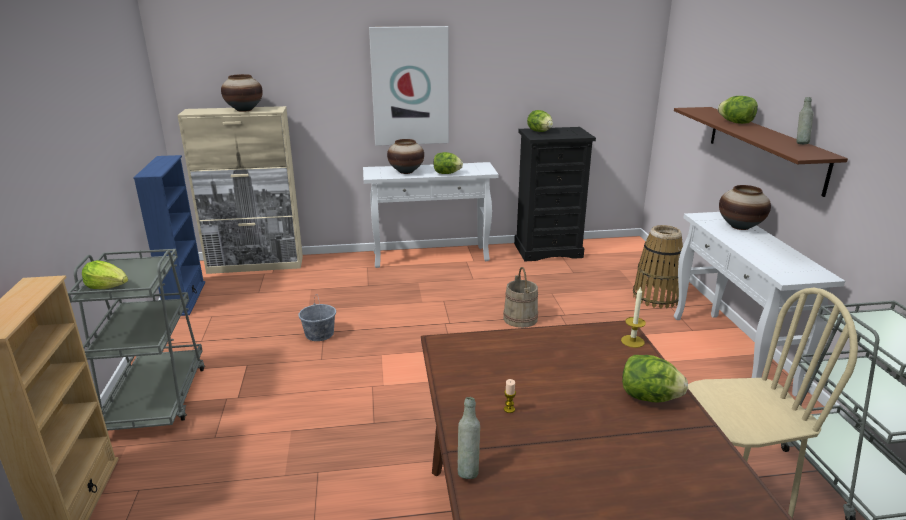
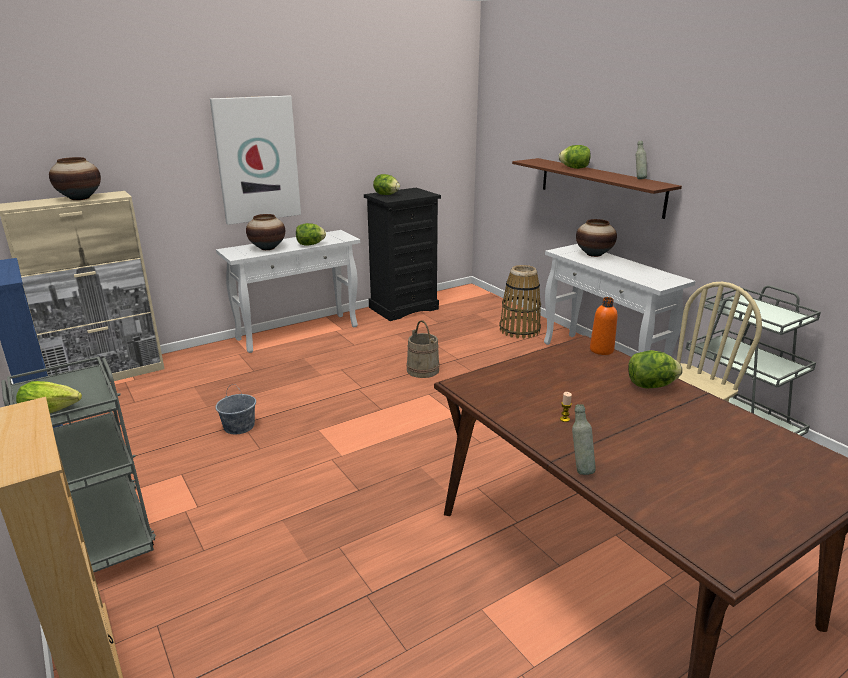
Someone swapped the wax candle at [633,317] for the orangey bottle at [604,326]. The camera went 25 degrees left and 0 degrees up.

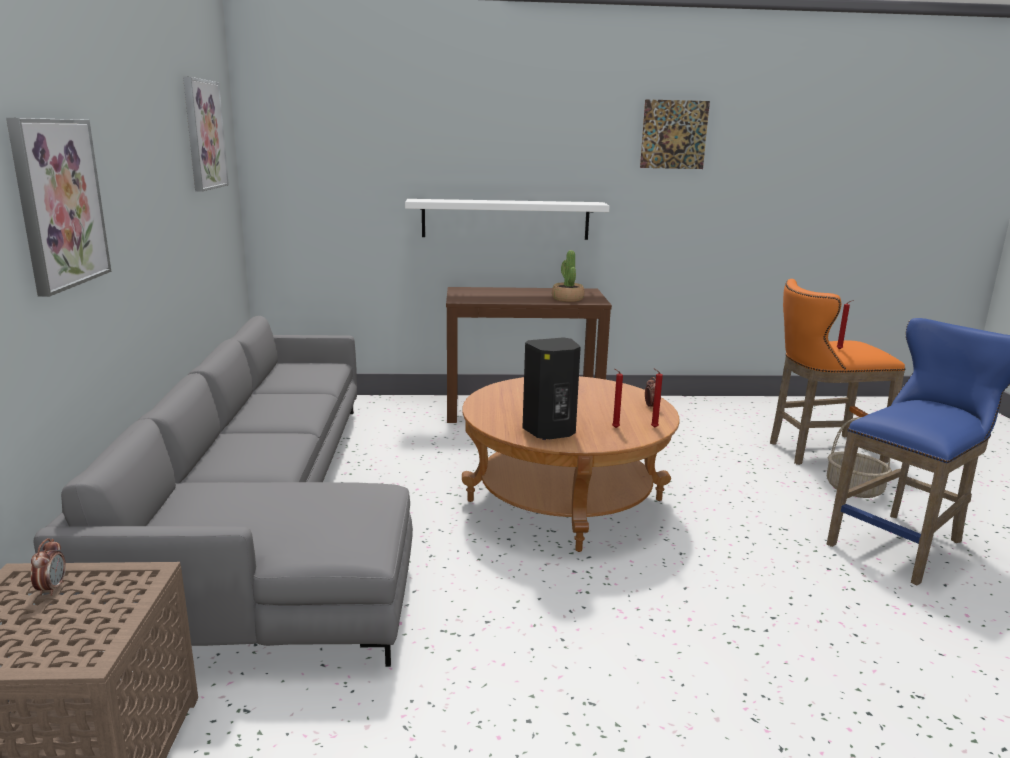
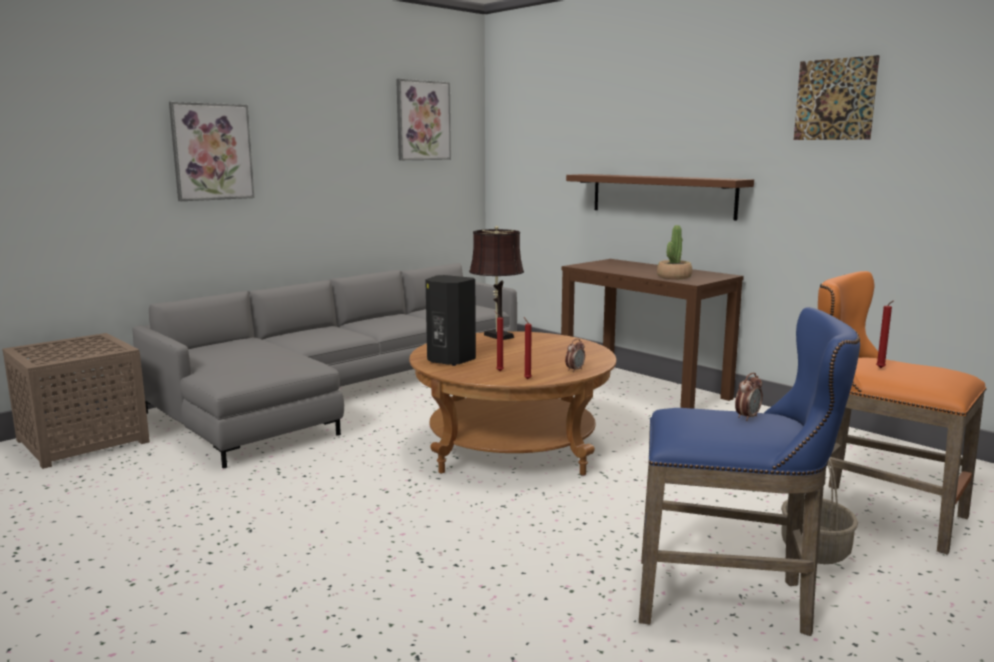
Someone put down the brown-coloured tabletop lamp at [496,283]. Someone repainted the whitish shelf at [507,219], which became the brown-coloured shelf at [660,197]. Someone carried the table clock from [48,567] to [749,397]. The camera went 50 degrees right and 5 degrees down.

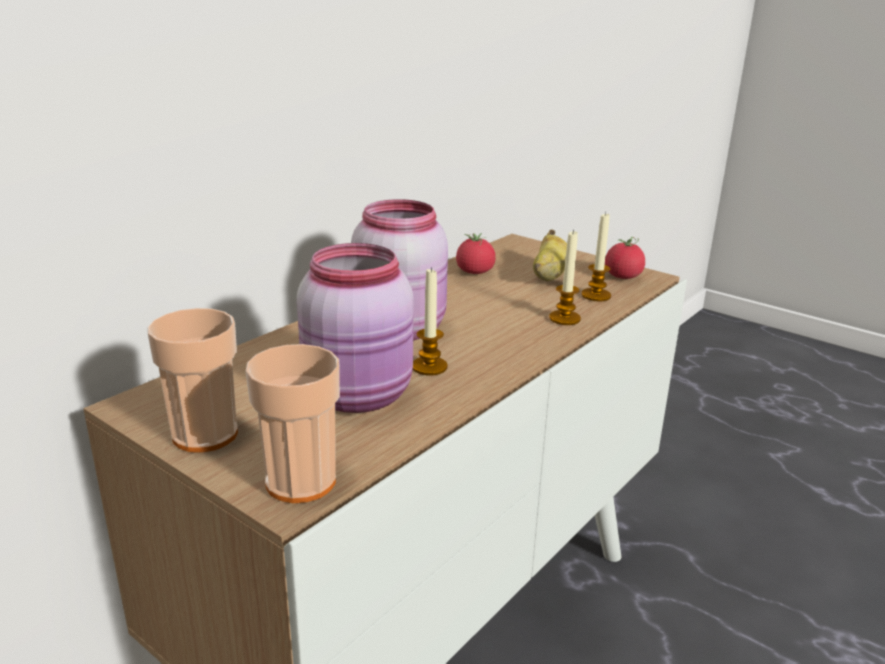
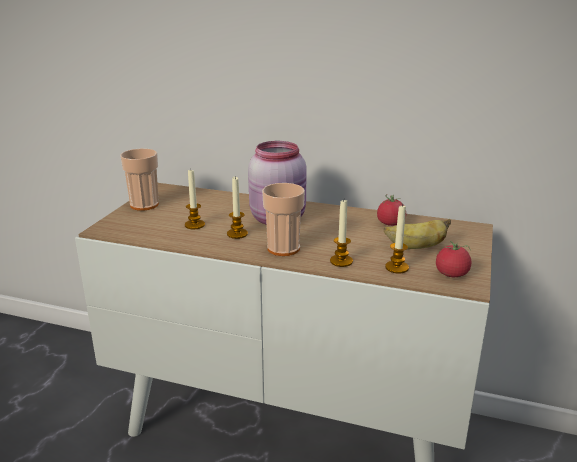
Someone swapped the pink jar at [355,328] for the wax candle at [195,199]. Someone carried the cup from [293,423] to [283,219]. The camera went 70 degrees right and 0 degrees up.

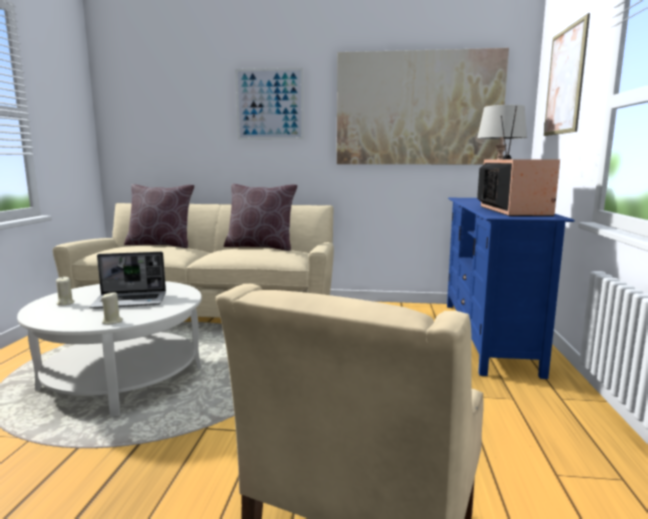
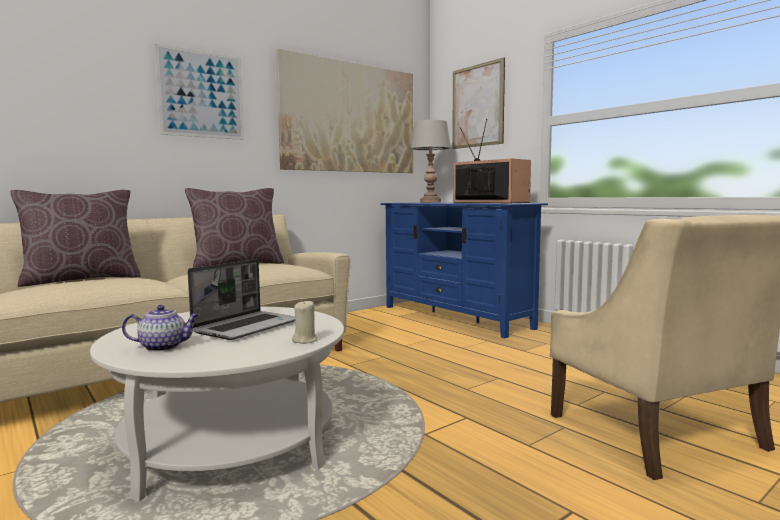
Someone swapped the sand-coloured wax candle at [65,291] for the tea pot at [161,328]. The camera went 45 degrees left and 5 degrees down.

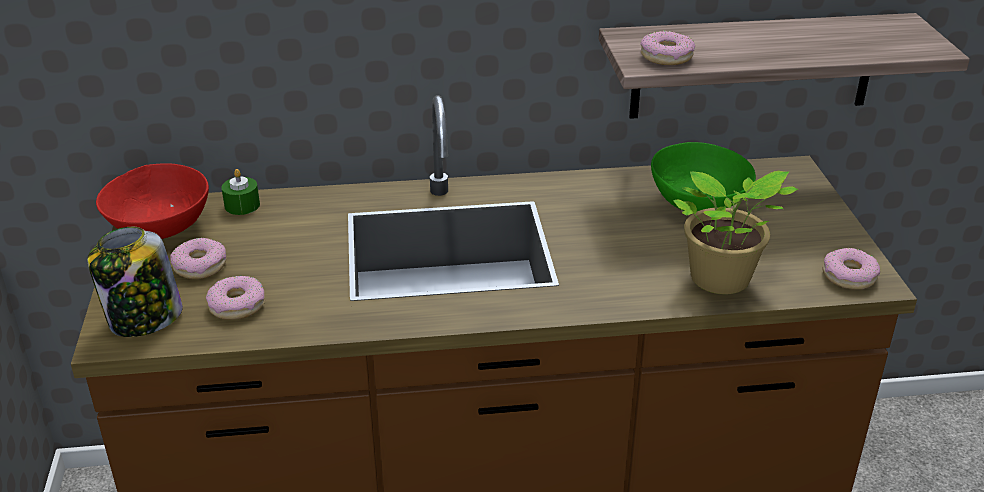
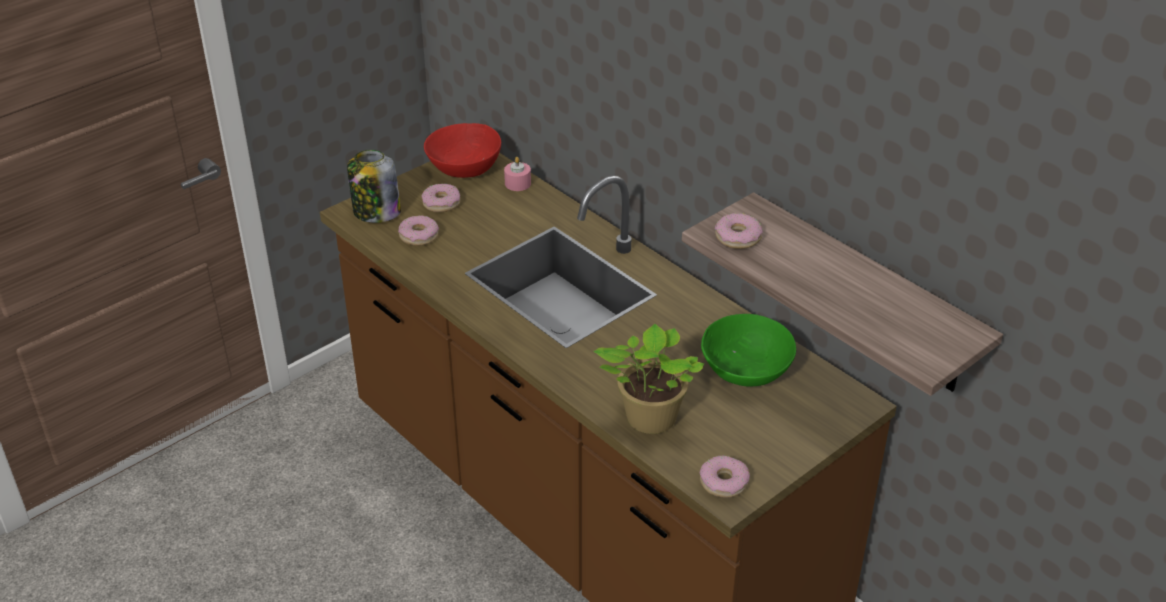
Someone repainted the green wax candle at [240,192], which became the pink wax candle at [517,174]. The camera went 55 degrees right and 5 degrees up.

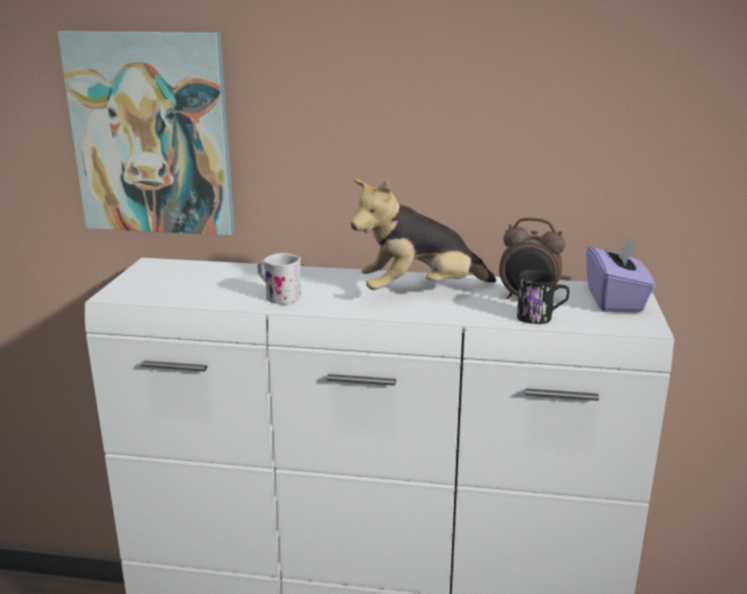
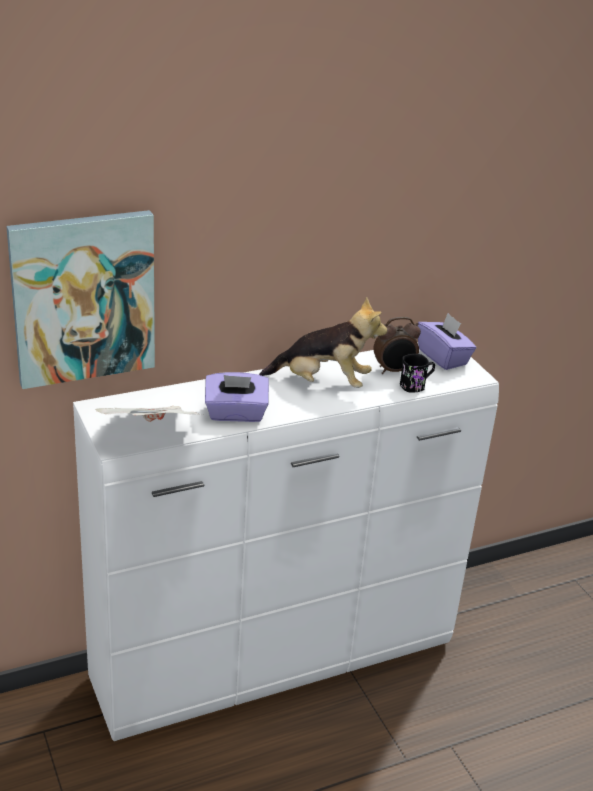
Someone put down the newspaper at [148,414]. Someone swapped the whitish mug at [279,278] for the purple-coloured tissue holder at [237,397]. Someone rotated the soft toy at [423,234] by 120 degrees counterclockwise. The camera went 35 degrees left and 10 degrees up.

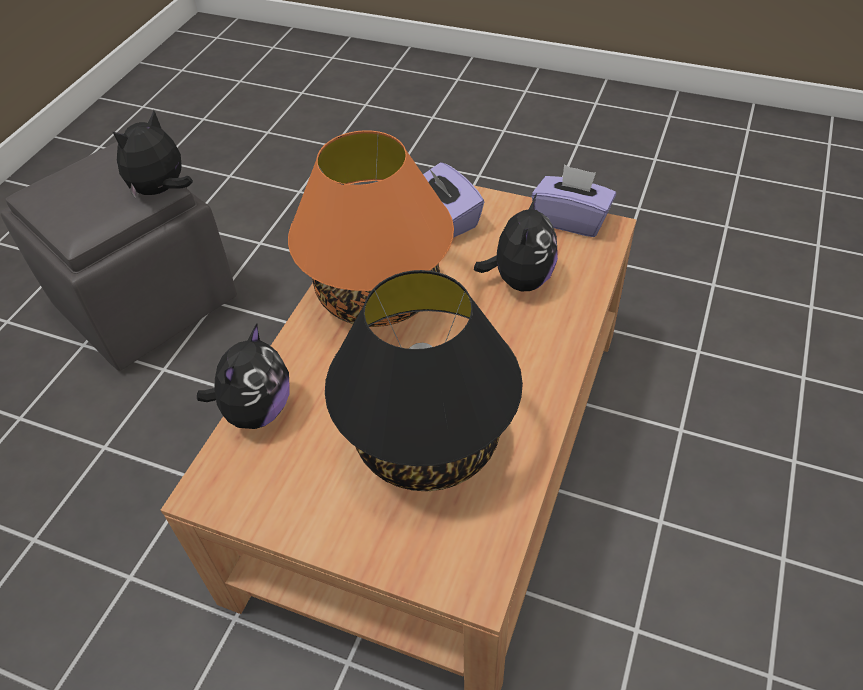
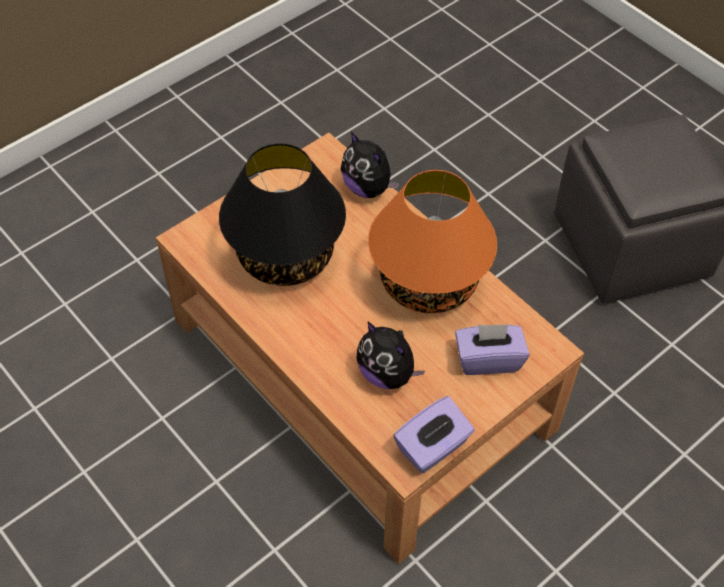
Someone took away the soft toy at [153,154]. The camera went 115 degrees right and 5 degrees up.

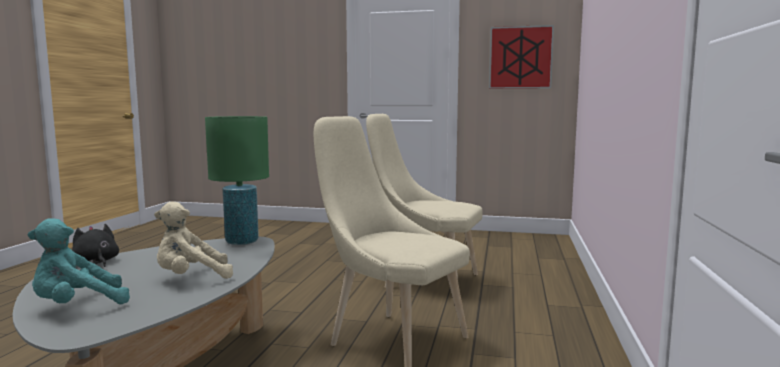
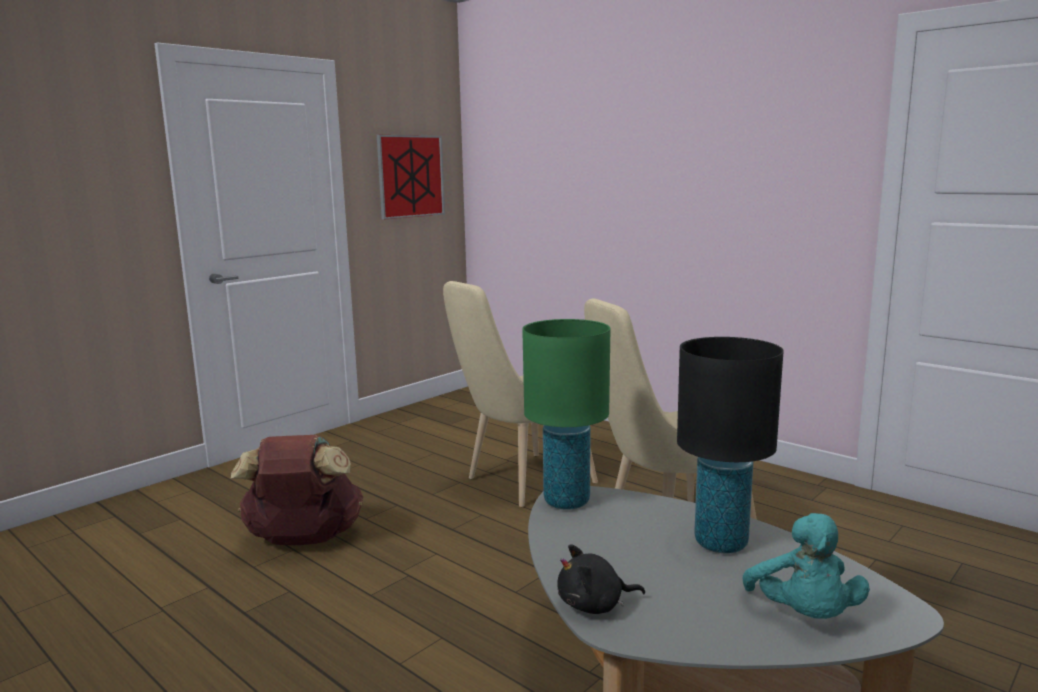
Someone put down the brown-coloured backpack at [297,490]. Someone swapped the sand-coloured soft toy at [193,240] for the black tabletop lamp at [730,445]. The camera went 60 degrees left and 5 degrees up.

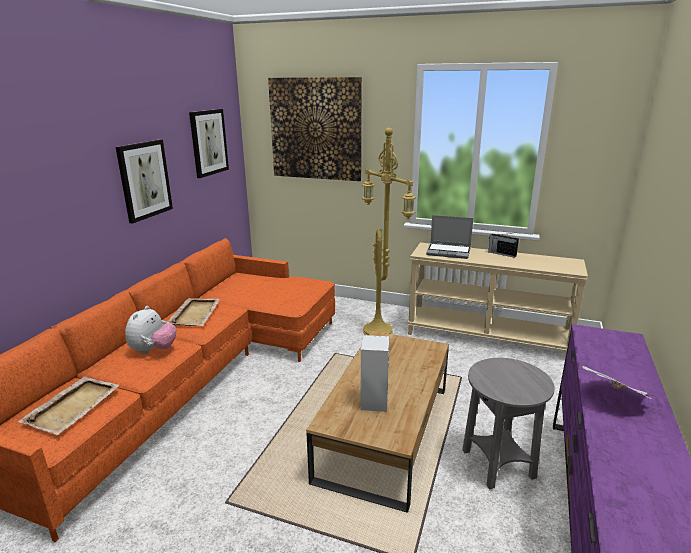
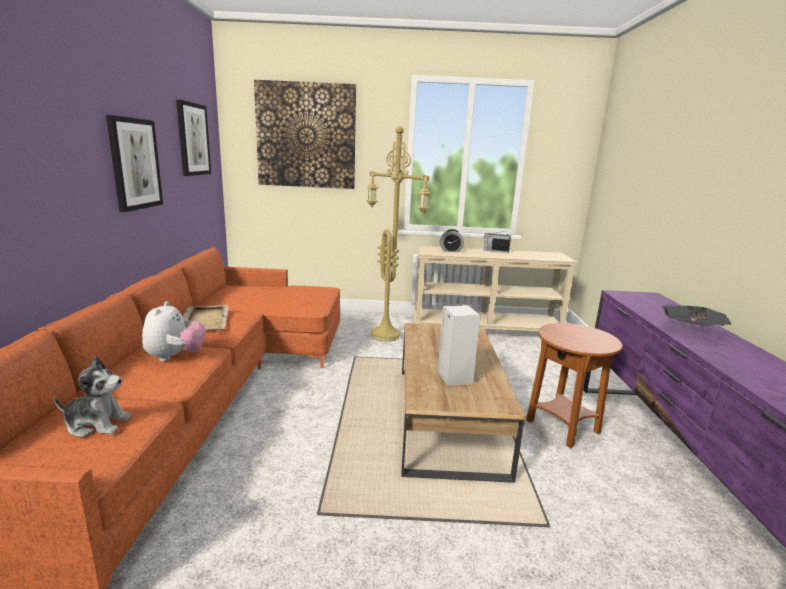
Someone swapped the sand-coloured carrying tray at [69,405] for the soft toy at [92,397]. Someone swapped the laptop at [449,237] for the table clock at [452,240]. Someone repainted the gray end table at [508,423], which became the brown-coloured end table at [574,385]. The camera went 20 degrees left and 5 degrees down.

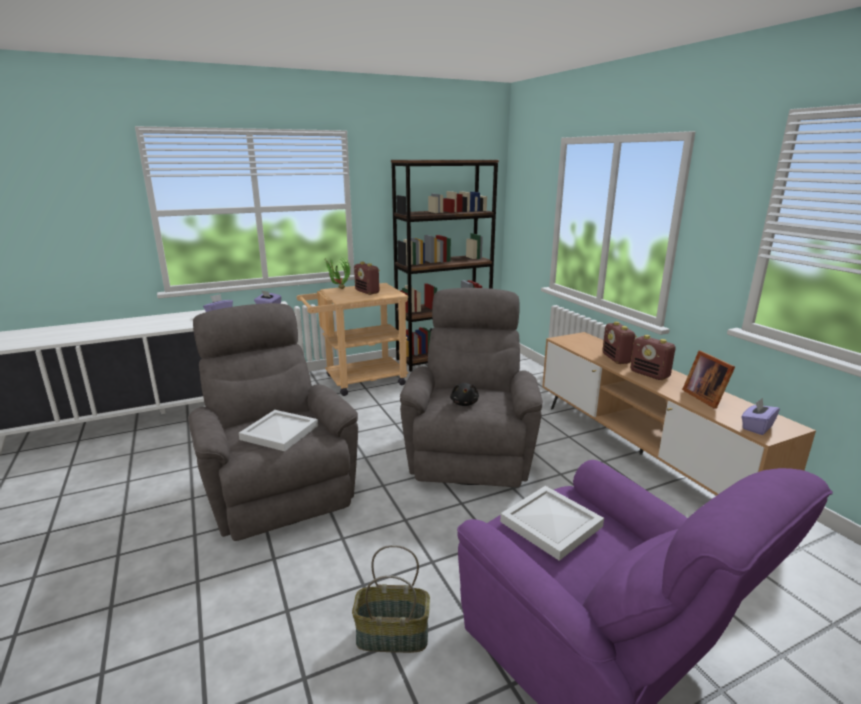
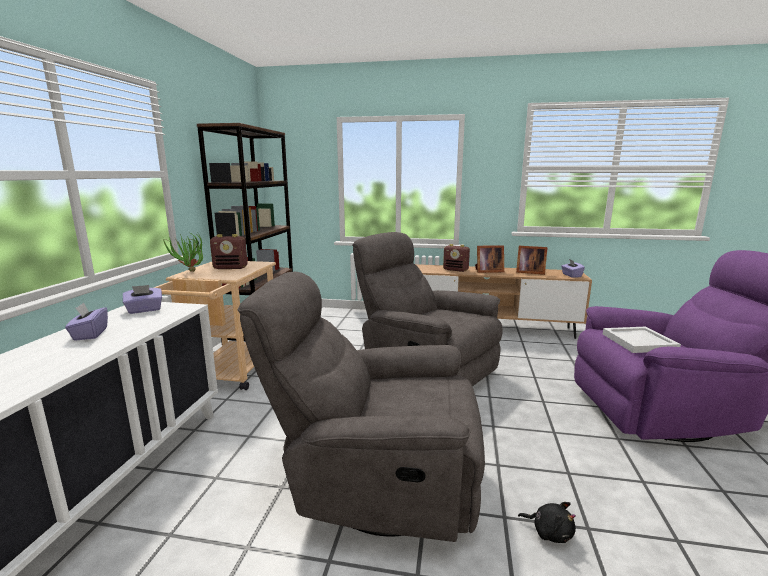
Someone swapped the radio set at [652,357] for the photo frame at [489,259]. Someone carried the black soft toy from [464,394] to [547,522]. Someone took away the whitish carrying tray at [278,430]. Someone took away the basket at [391,599]. The camera went 55 degrees left and 5 degrees down.

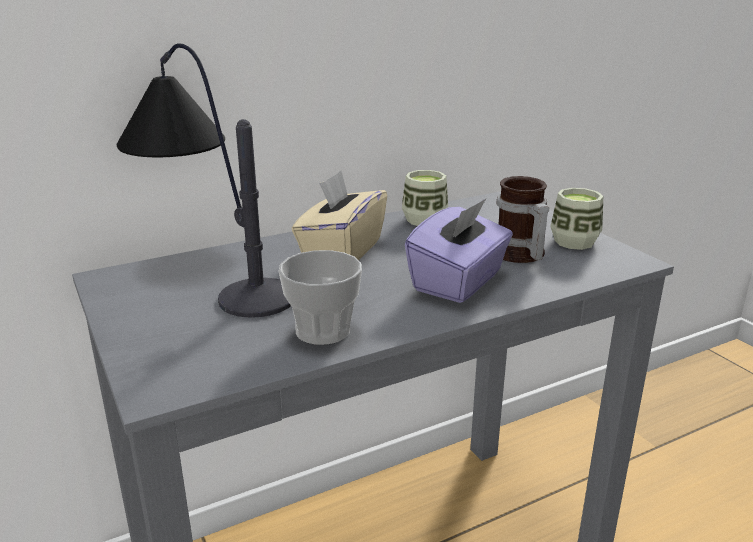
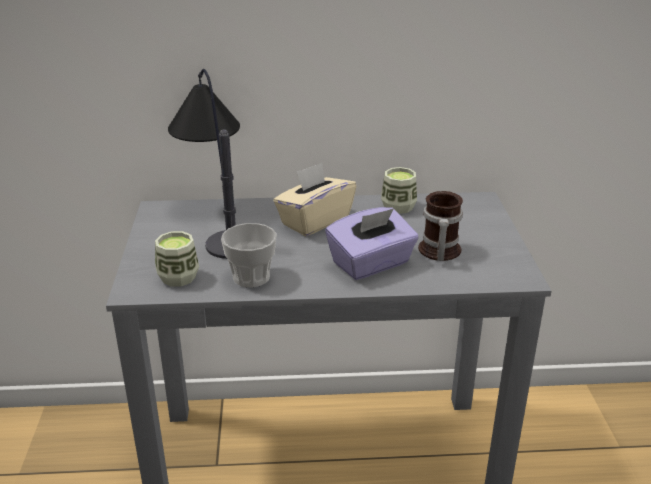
Someone carried the cup from [576,219] to [177,259]. The camera went 25 degrees right and 5 degrees up.

